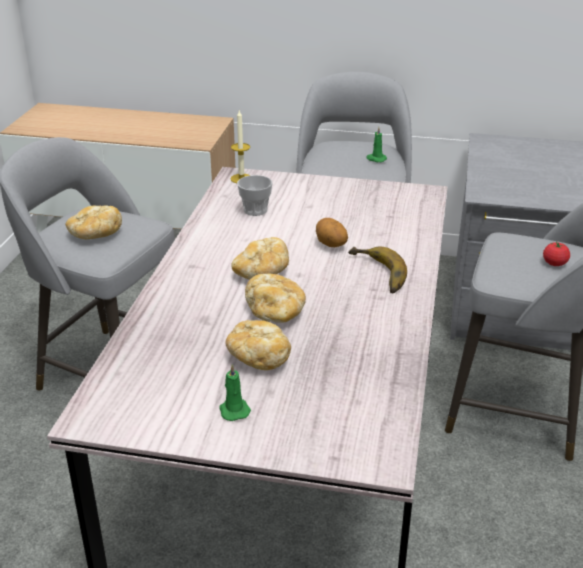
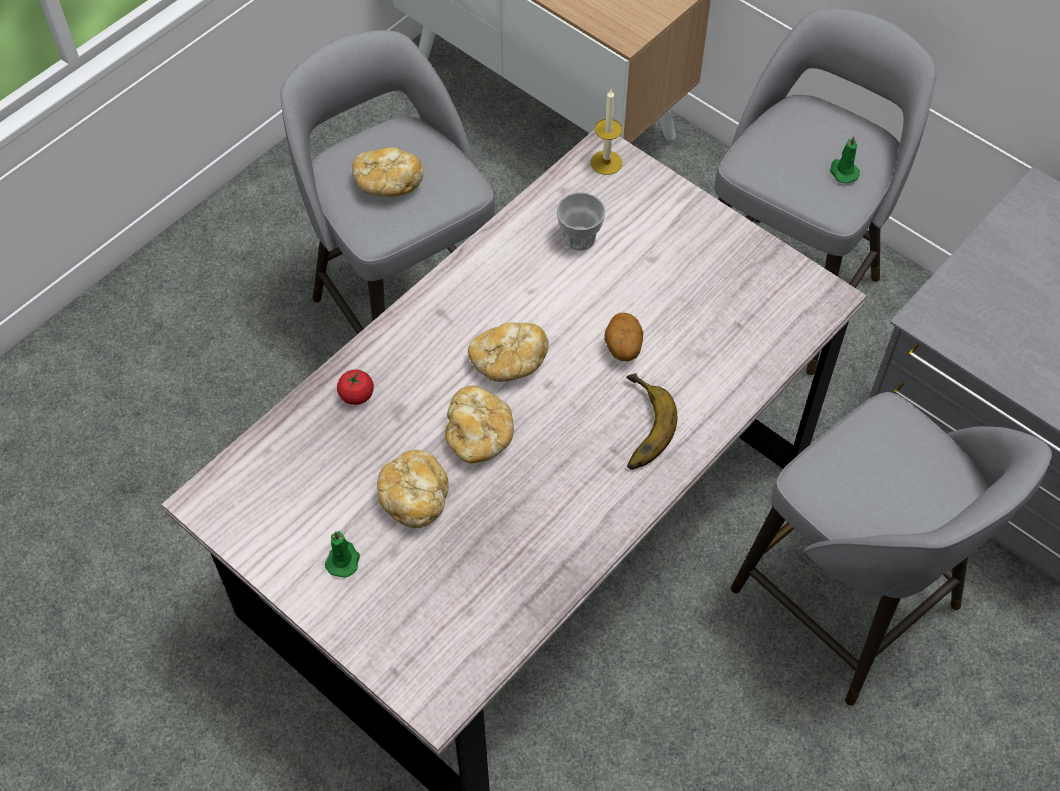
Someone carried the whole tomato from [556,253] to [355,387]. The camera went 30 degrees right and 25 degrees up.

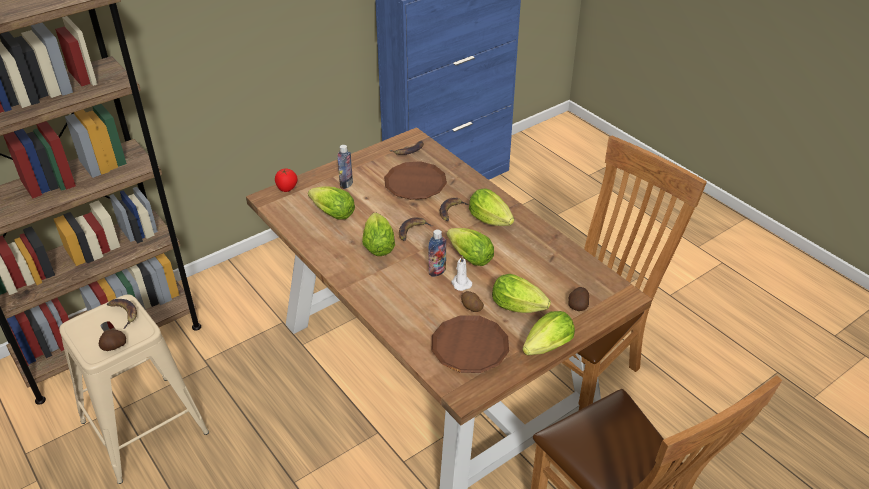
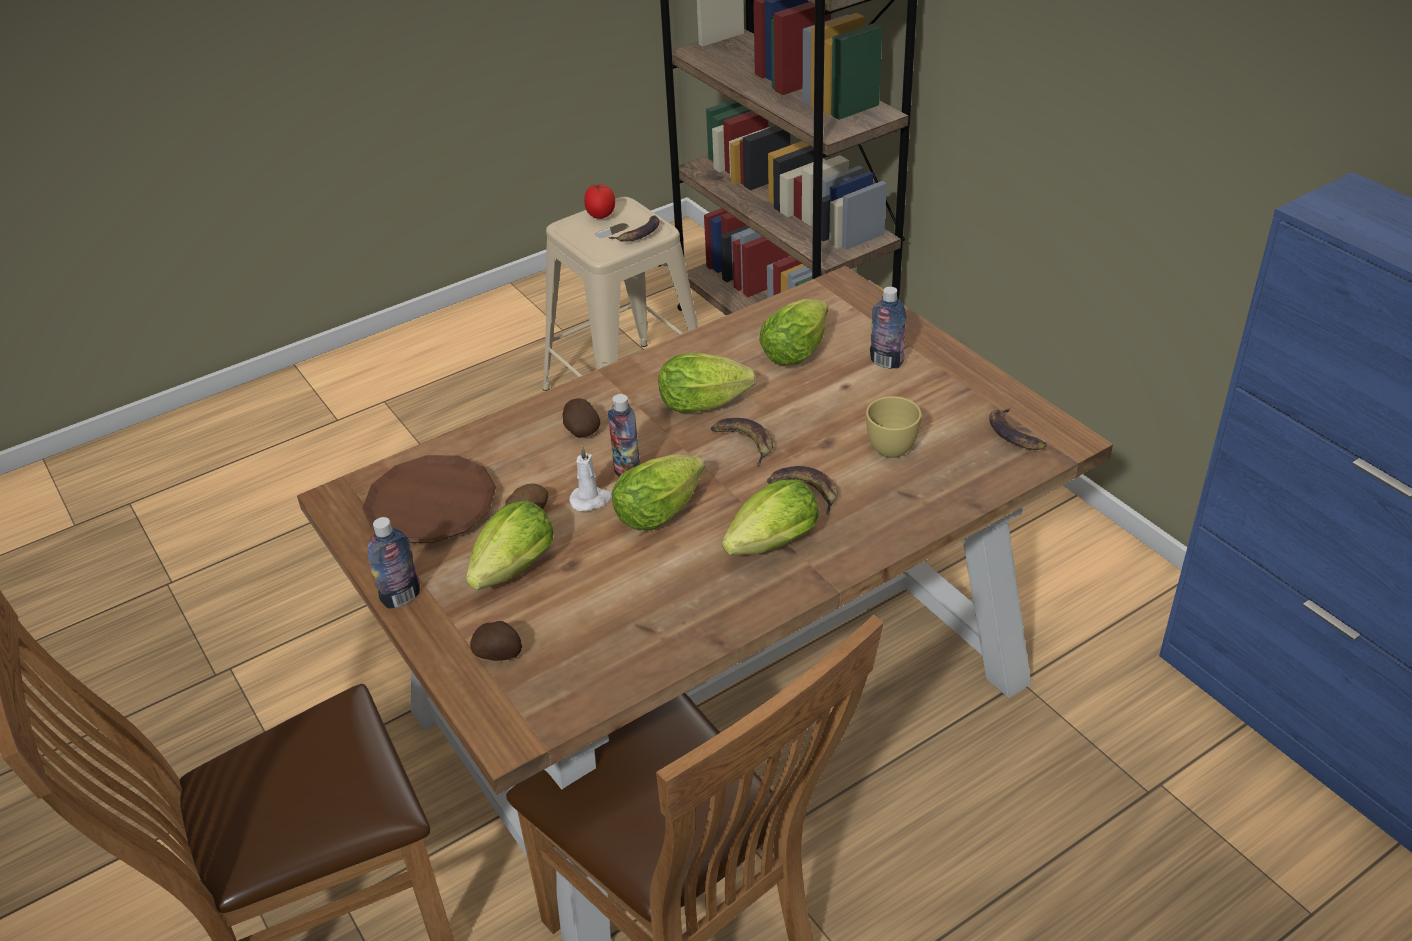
Someone swapped the lettuce head at [548,333] for the bottle at [394,563]. Someone carried the spud from [112,340] to [581,418]. Someone carried the whole tomato from [286,180] to [600,201]. Someone swapped the brown-coloured dinner plate at [415,180] for the yellow cup at [893,427]. The camera went 95 degrees right and 0 degrees up.

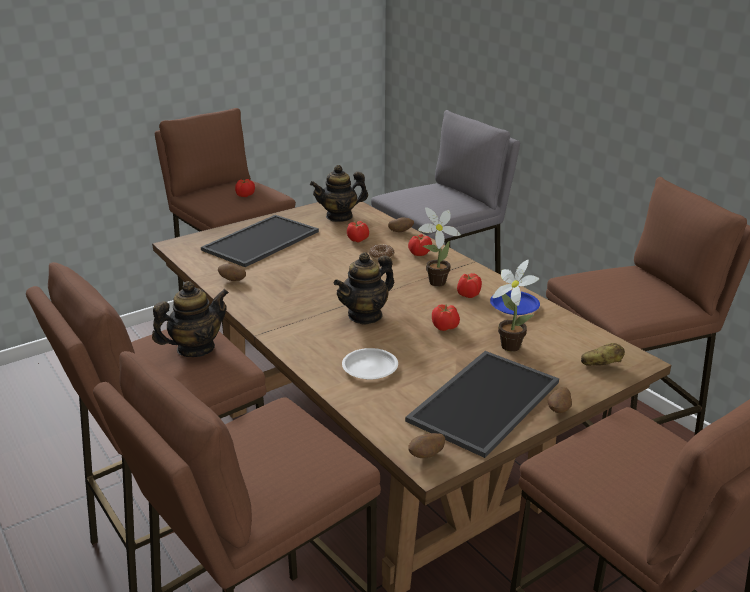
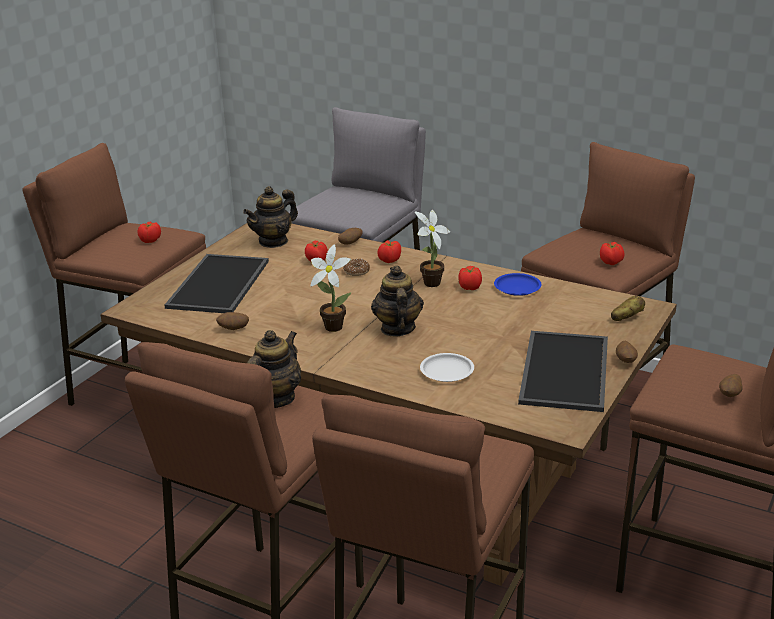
Someone carried the plant in a pot from [515,306] to [330,288]. Someone rotated the tea pot at [364,288] by 150 degrees clockwise. Someone carried the whole tomato from [446,317] to [612,253]. Someone carried the spud from [426,445] to [731,385]. The camera went 25 degrees left and 0 degrees up.

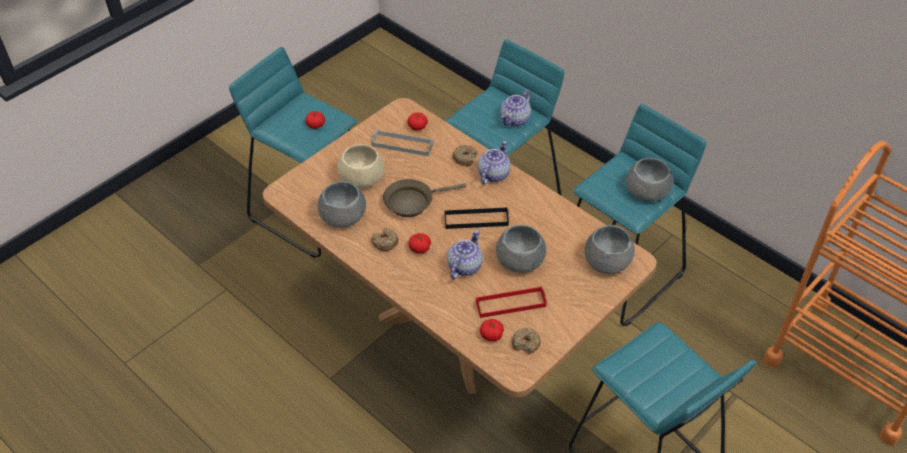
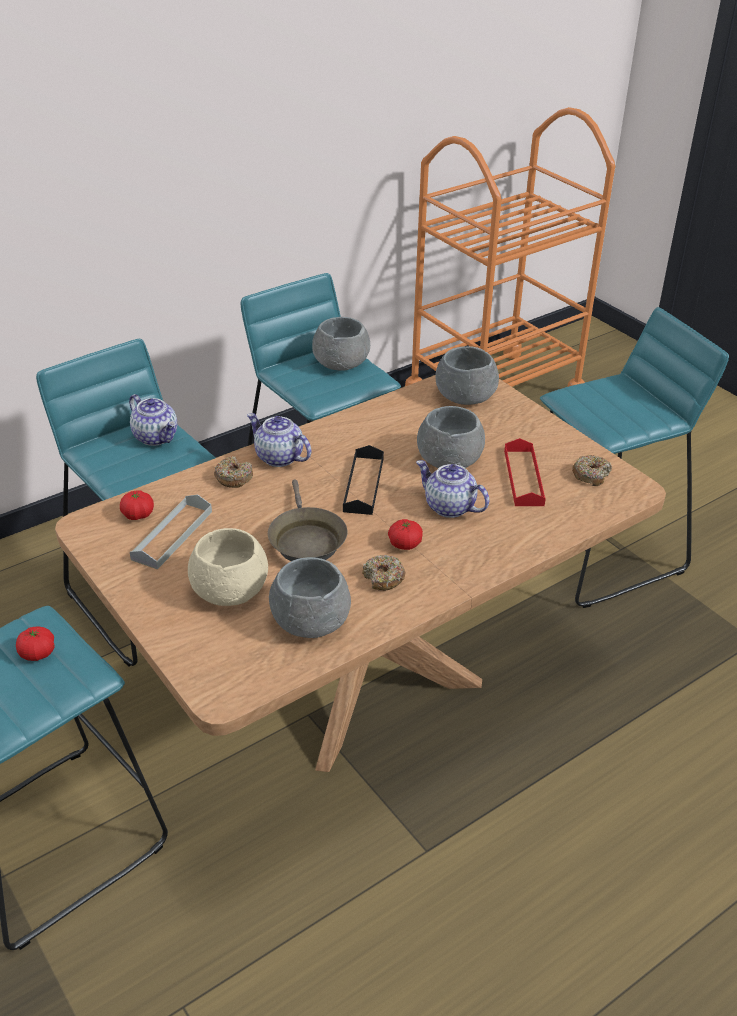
Someone took away the whole tomato at [492,330]. The camera went 80 degrees left and 10 degrees down.

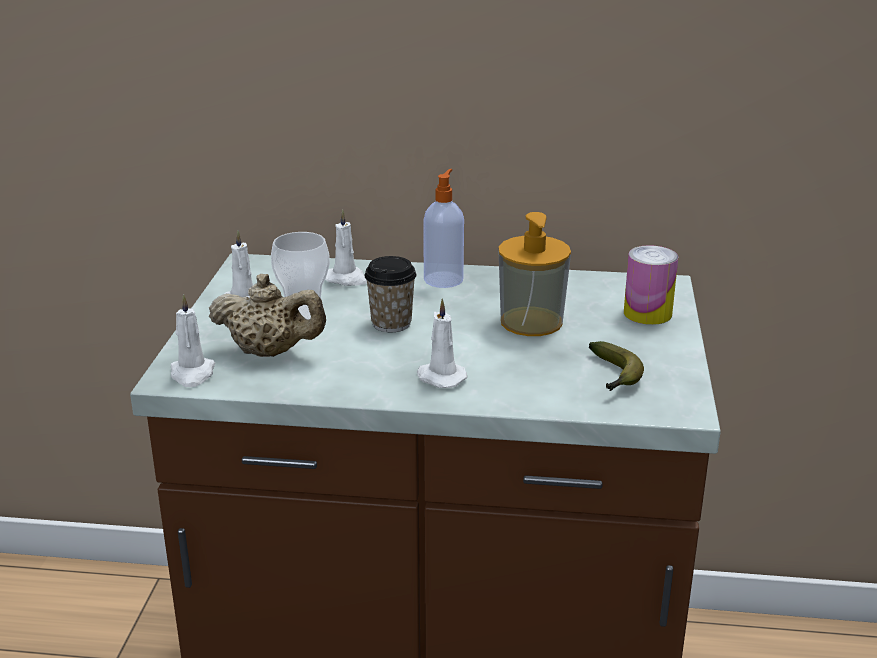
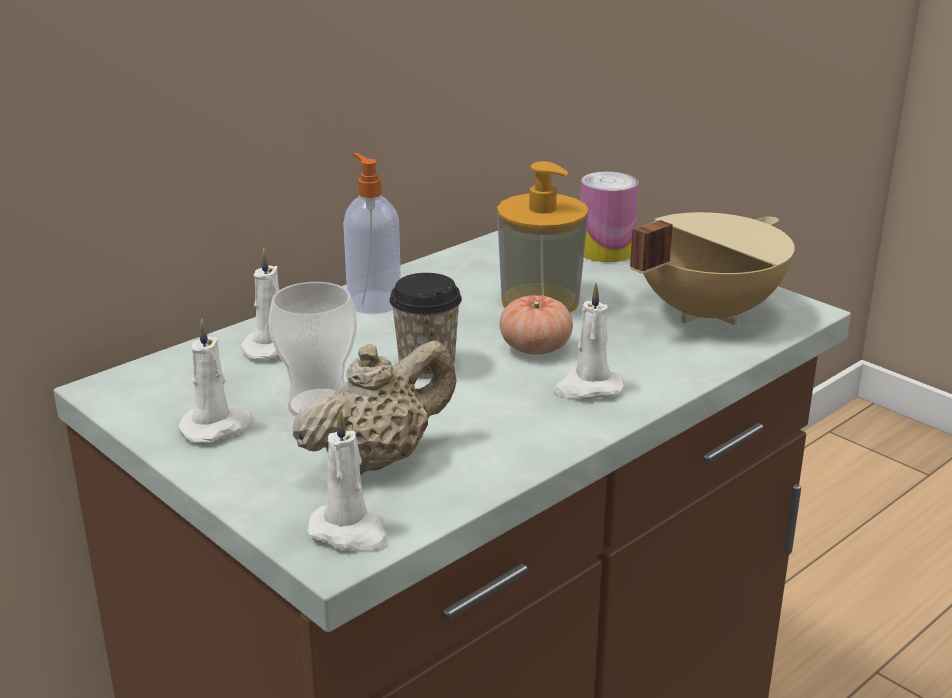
Someone put down the whole tomato at [536,325]. Someone swapped the whole banana at [616,366] for the sand-coloured saucepot at [712,268]. The camera went 50 degrees left and 0 degrees up.

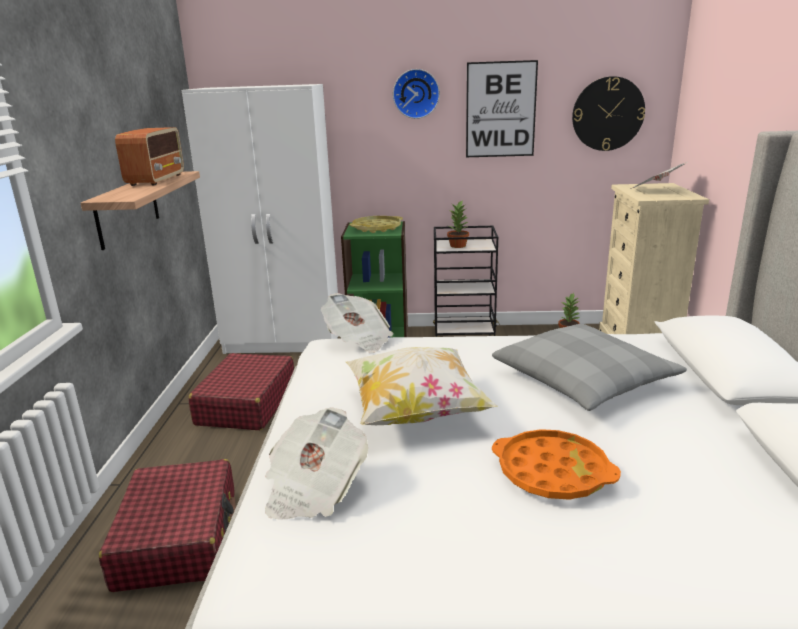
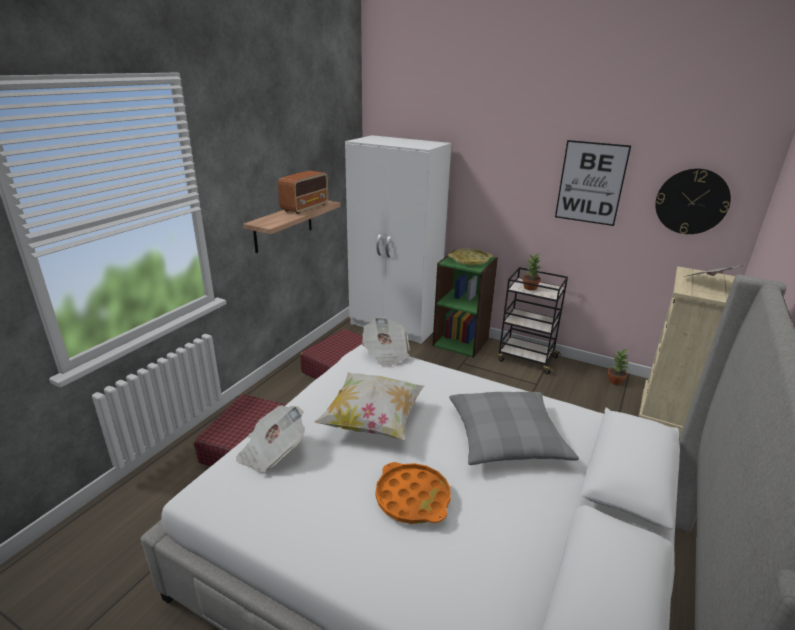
Someone took away the hanging clock at [416,94]. The camera went 25 degrees right and 5 degrees up.

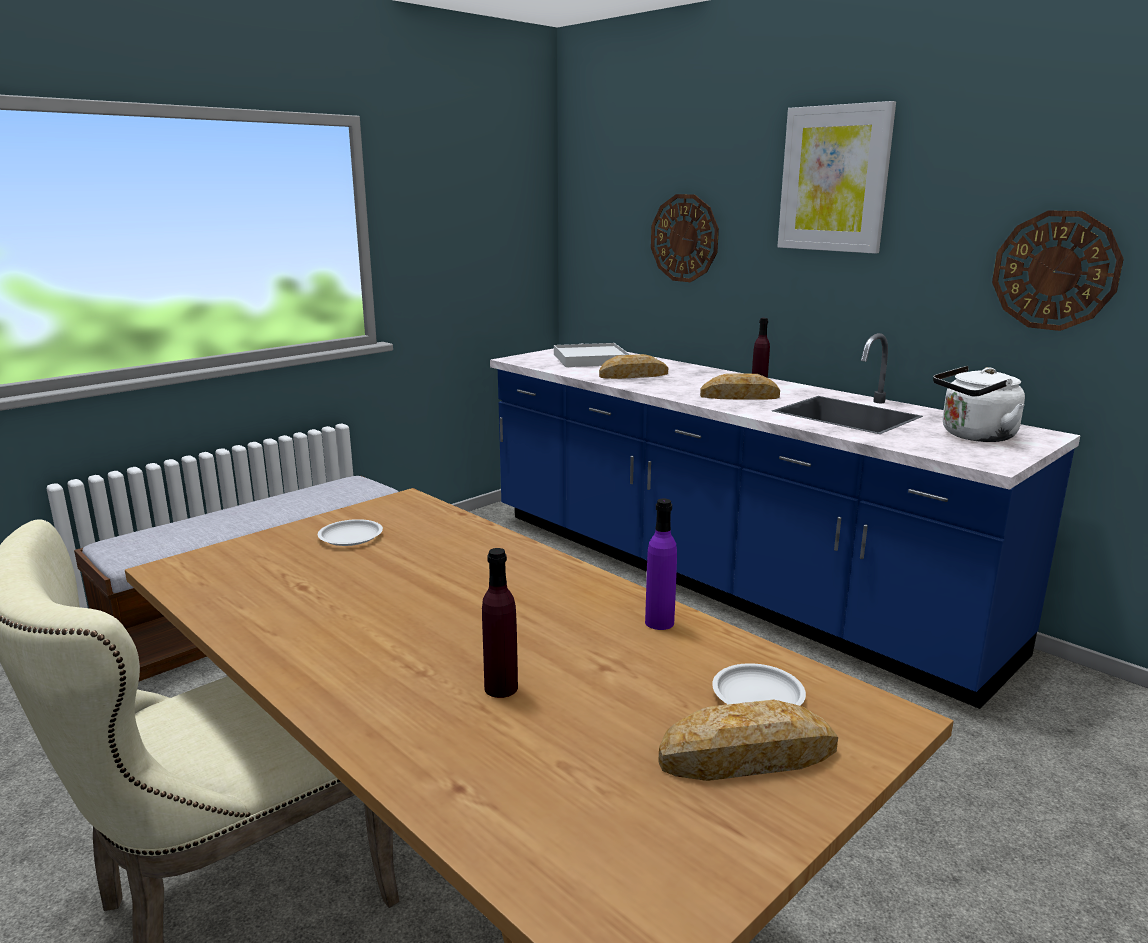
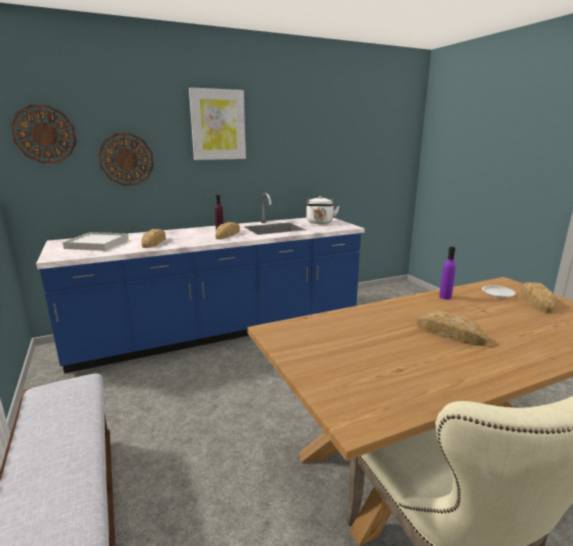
Someone carried the hanging clock from [1058,270] to [43,133]. Someone put down the baked bread at [453,328]. Someone took away the whitish dinner plate at [350,532]. Someone took away the purple-coloured bottle at [500,623]. The camera went 70 degrees left and 0 degrees up.

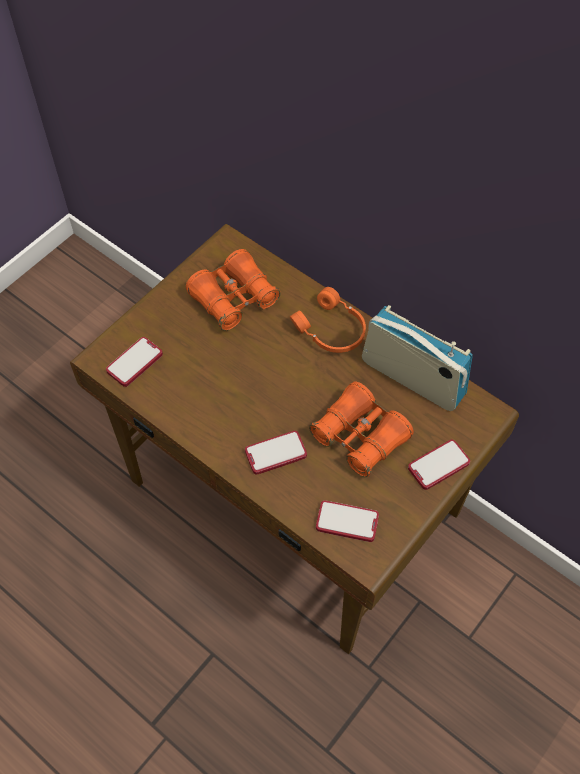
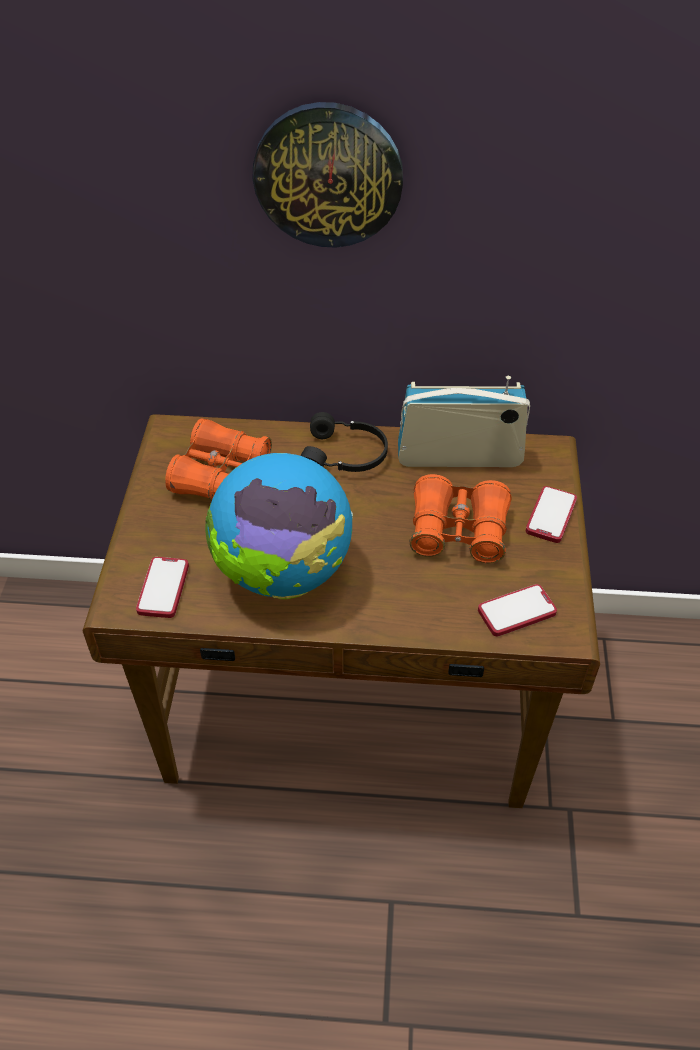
Someone put down the desk globe at [279,526]. Someone put up the hanging clock at [327,175]. Someone repainted the orangey headset at [328,320], which became the black headset at [344,442]. Someone took away the handset at [276,453]. The camera went 35 degrees left and 10 degrees down.

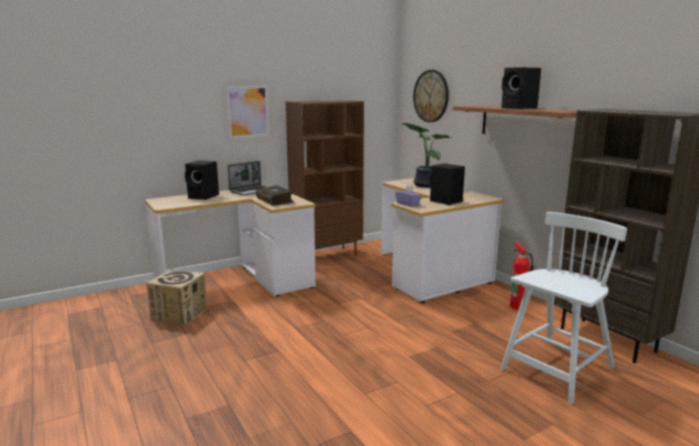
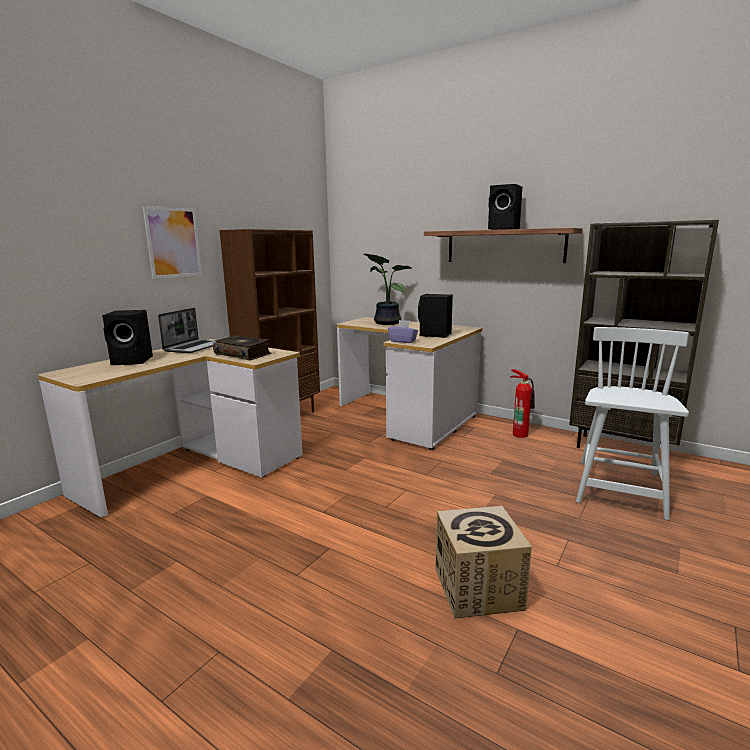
Someone carried the packing box from [176,297] to [483,562]. Someone took away the hanging clock at [431,96]. The camera went 25 degrees left and 0 degrees up.

